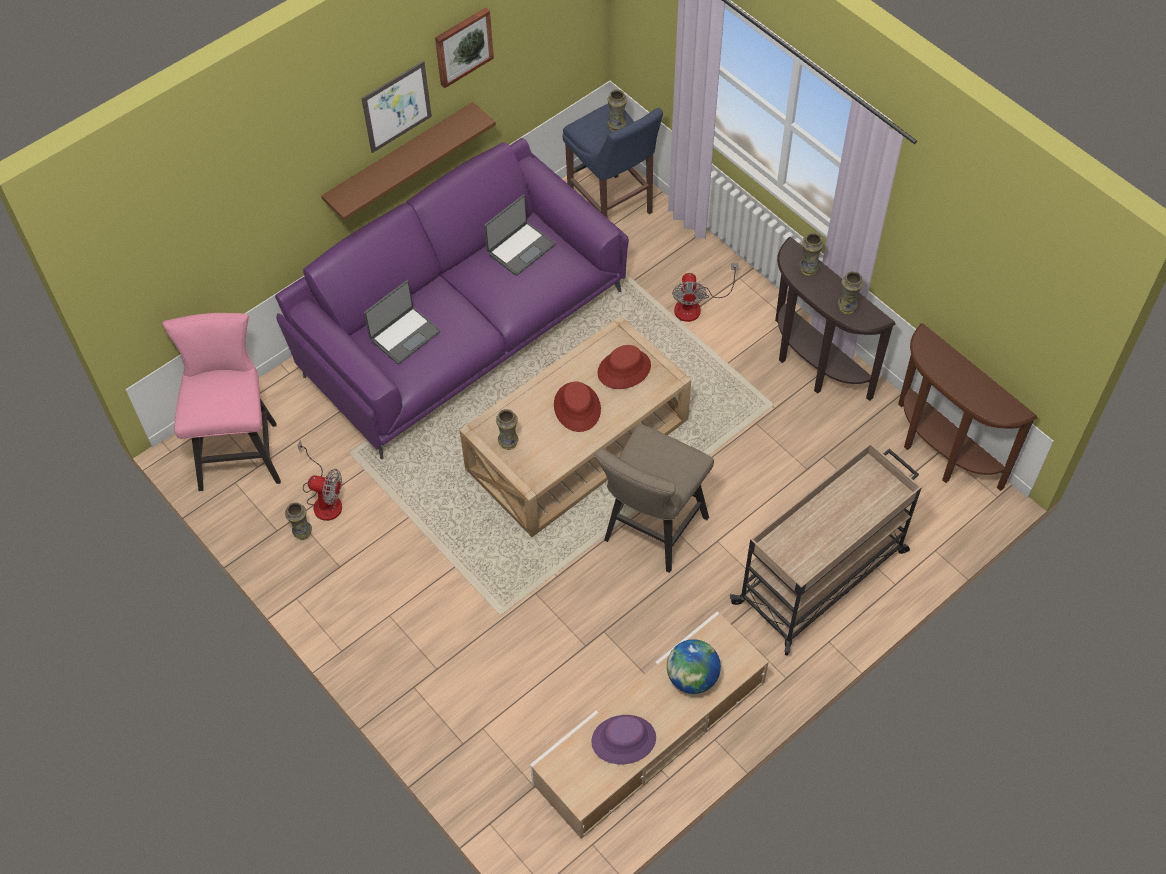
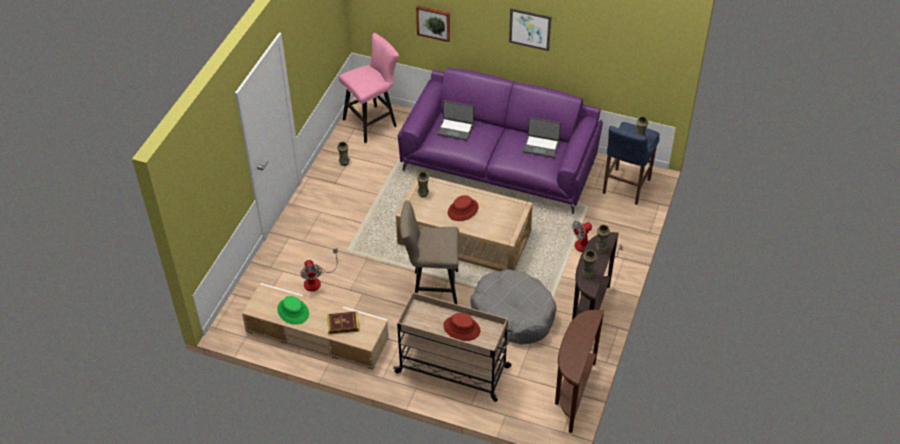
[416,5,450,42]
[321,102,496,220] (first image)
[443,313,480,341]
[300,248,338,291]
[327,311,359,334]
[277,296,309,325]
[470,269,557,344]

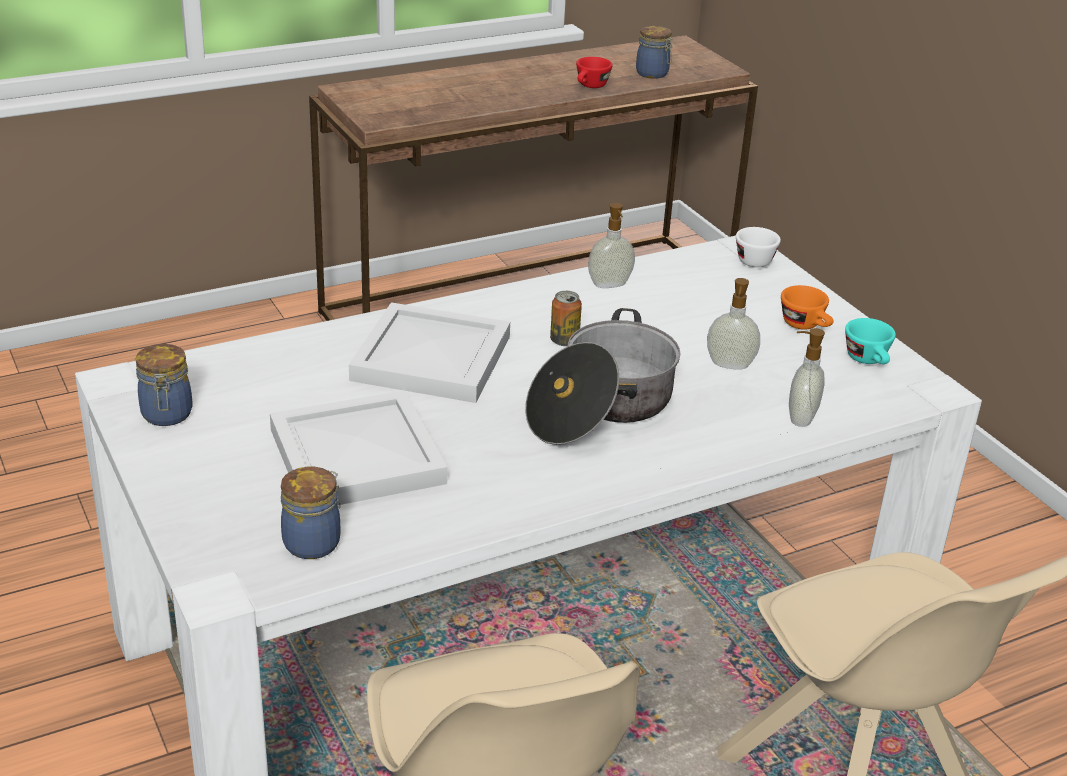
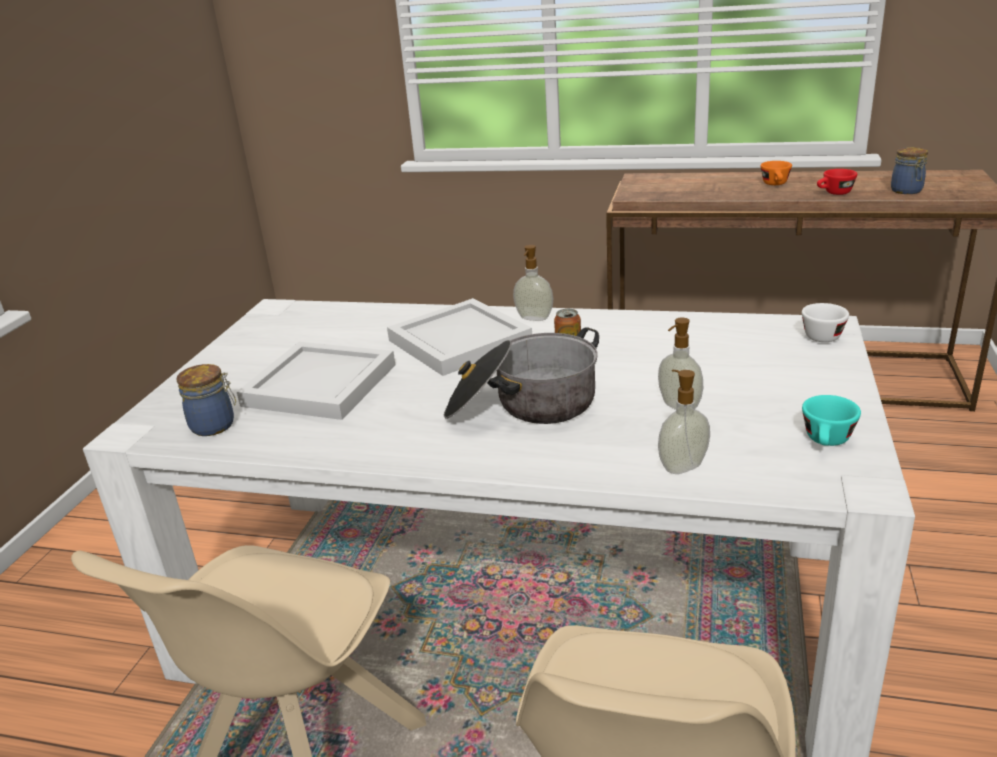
[513,245,553,321]
[761,161,792,185]
[136,344,193,426] (first image)

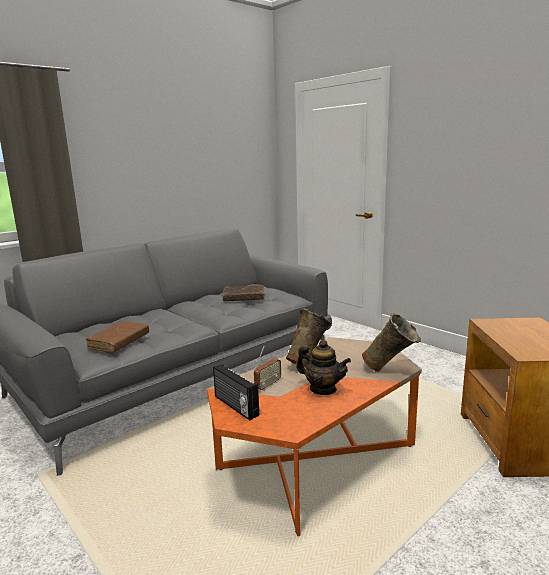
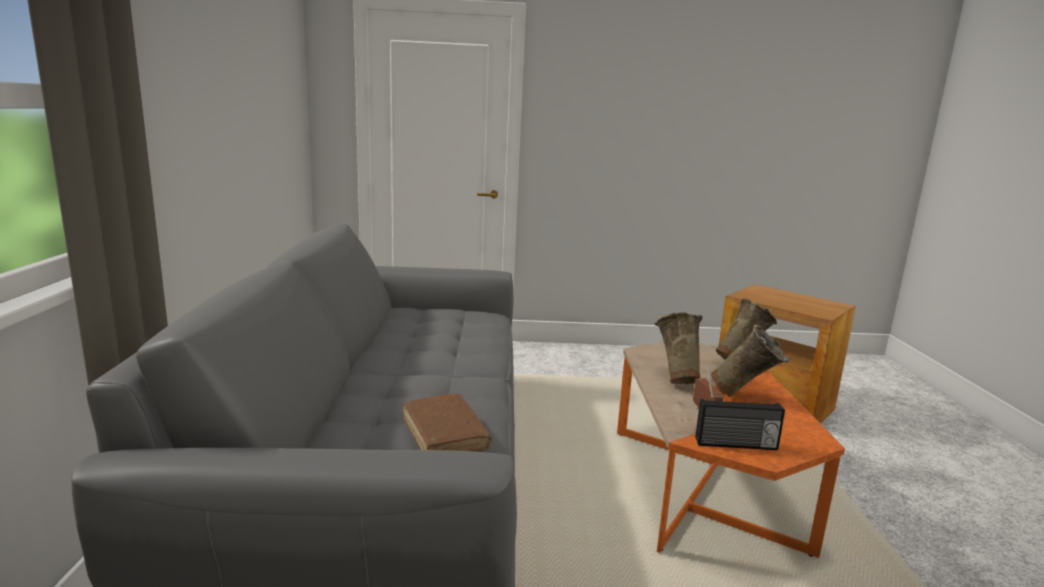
[222,285,264,301] (first image)
[711,324,789,397]

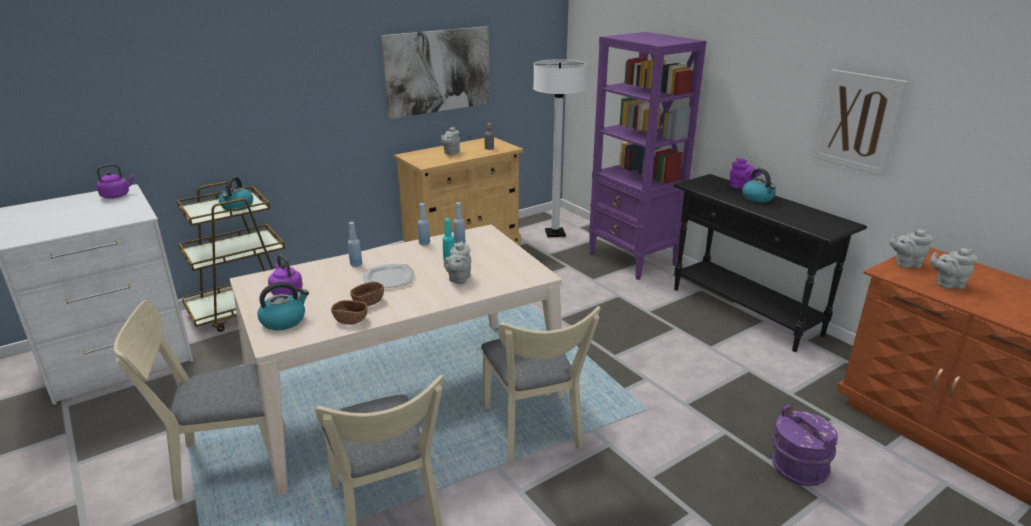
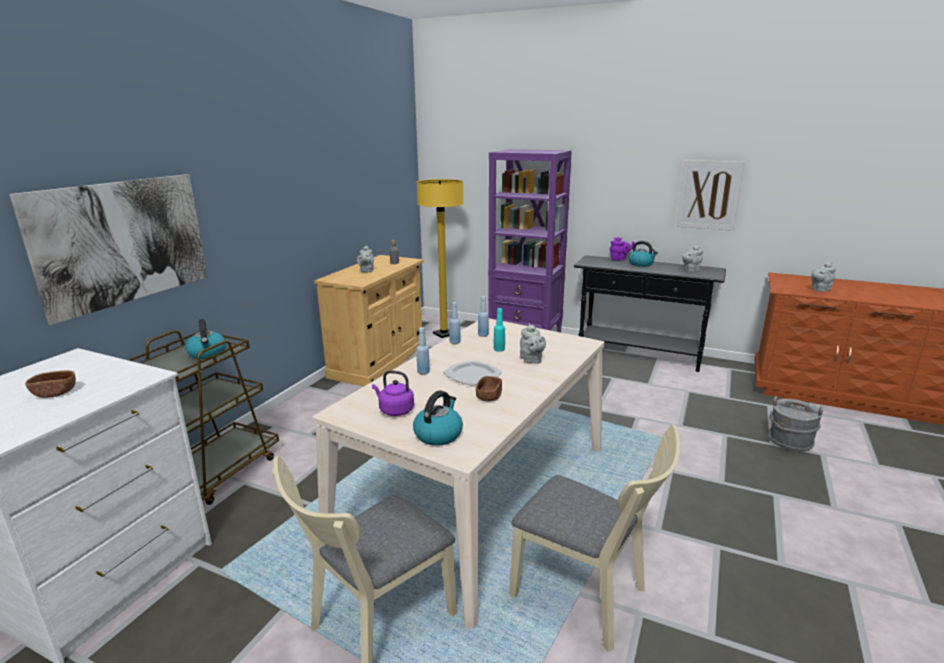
[9,174,208,325]
[417,179,464,338]
[96,164,135,199] (first image)
[682,246,703,272]
[25,370,76,398]
[481,306,601,465] (first image)
[768,396,824,452]

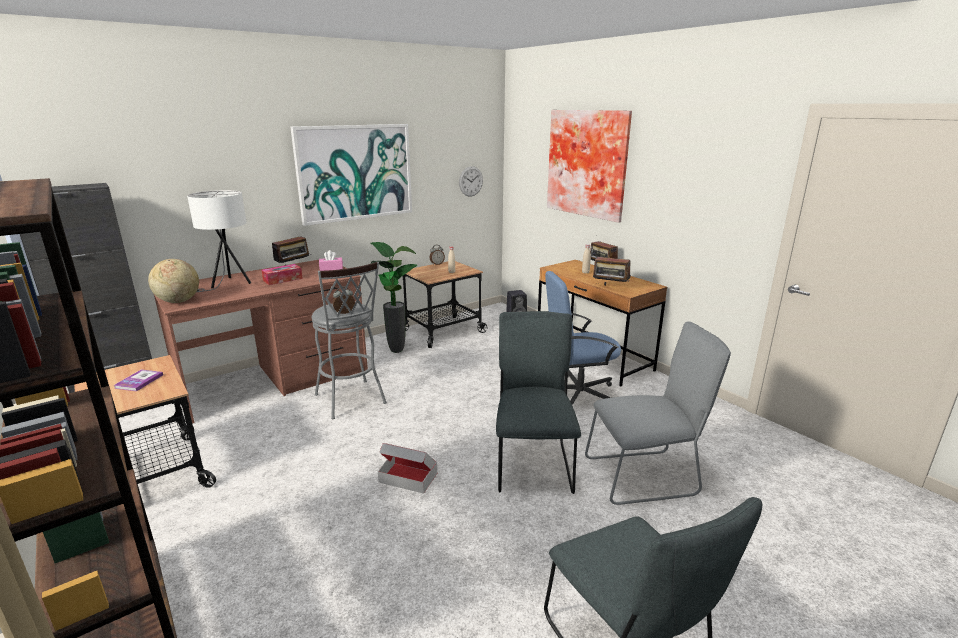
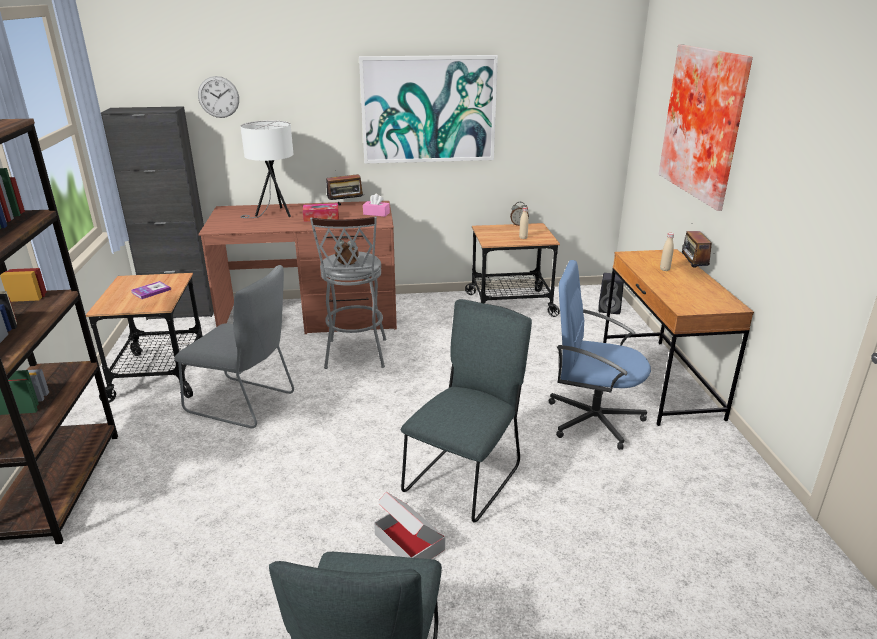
[198,76,239,118]
[370,242,417,353] (first image)
[593,257,631,286] (first image)
[148,259,199,303] (first image)
[174,265,294,428]
[374,492,445,559]

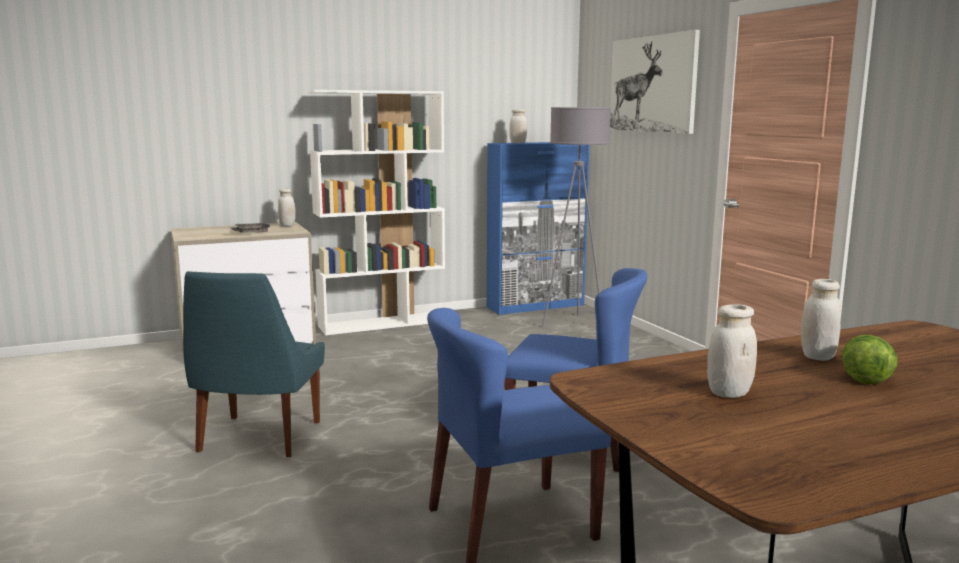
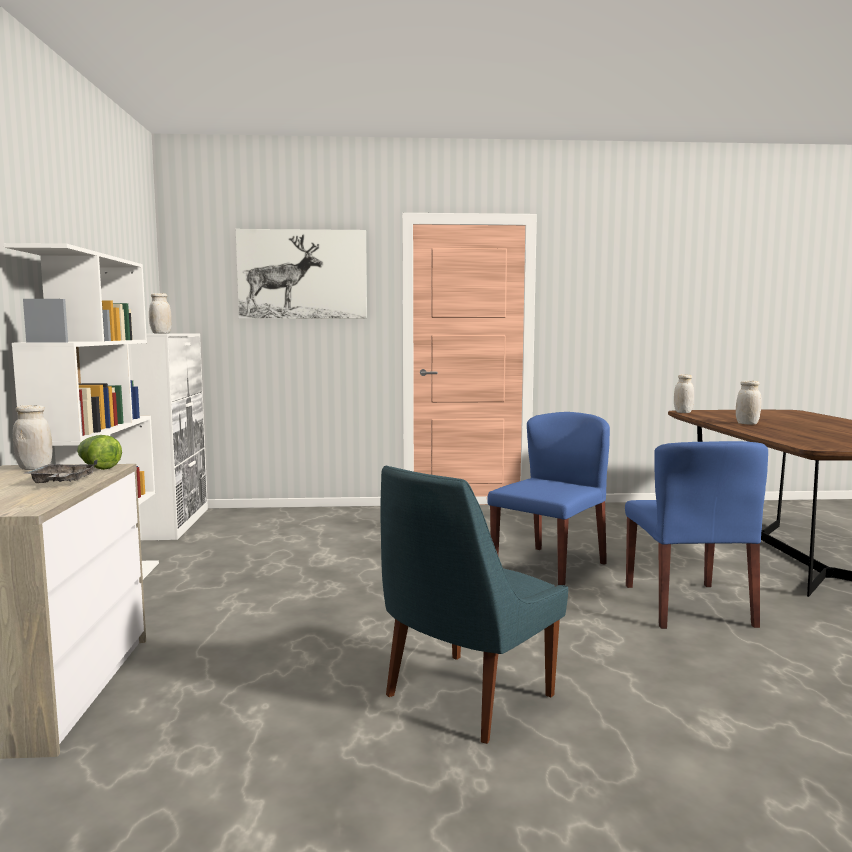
[542,107,611,327] (first image)
[128,334,208,540]
[380,465,568,744]
[674,375,694,413]
[77,435,122,470]

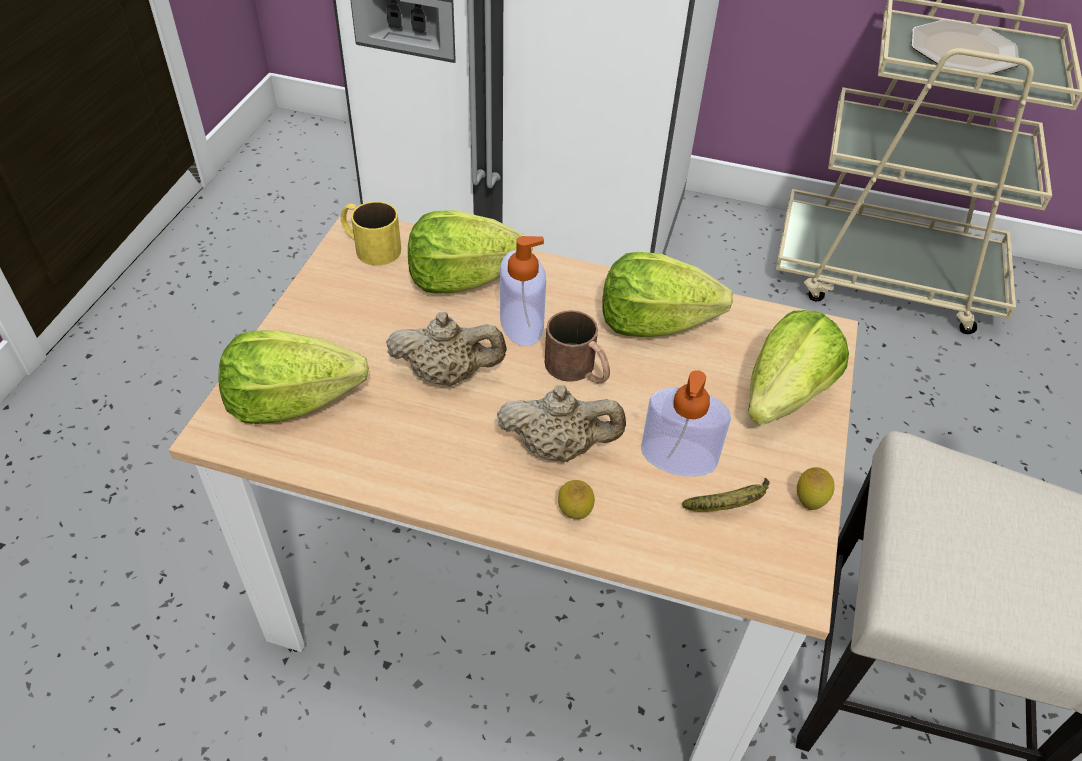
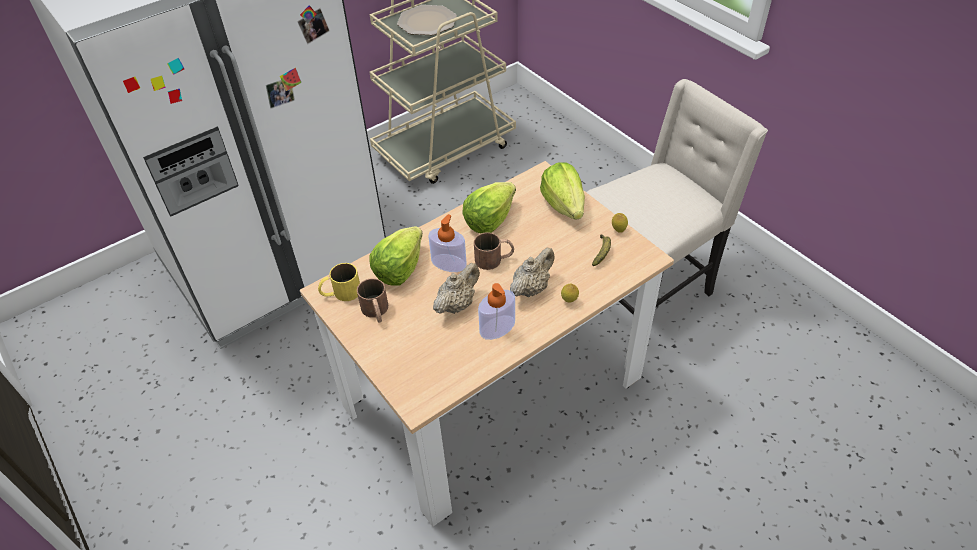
[218,330,369,424] (first image)
[478,283,515,340]
[357,278,388,323]

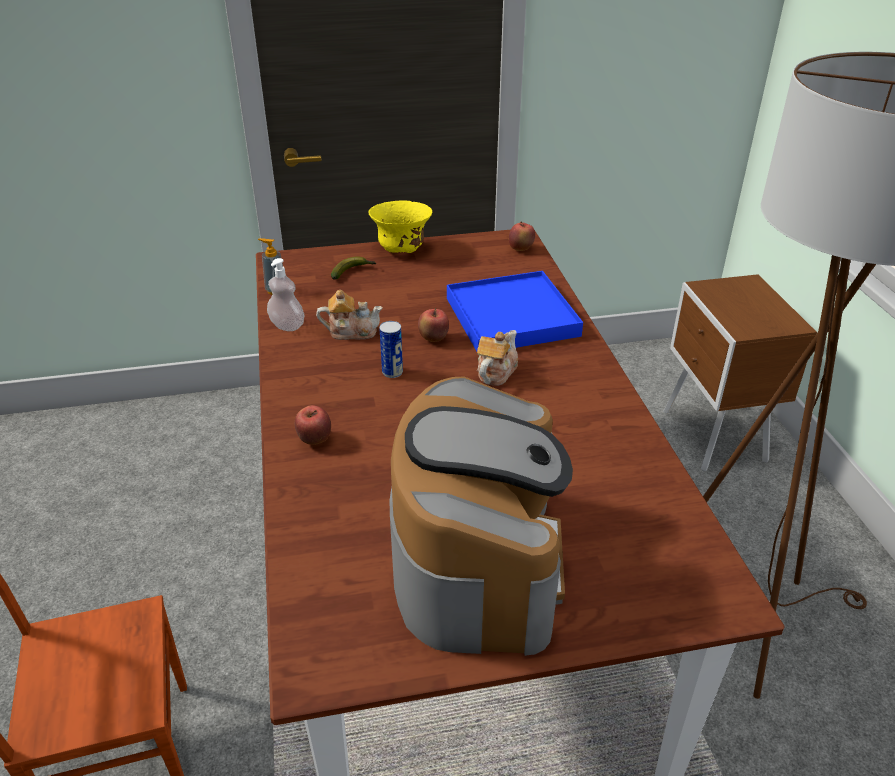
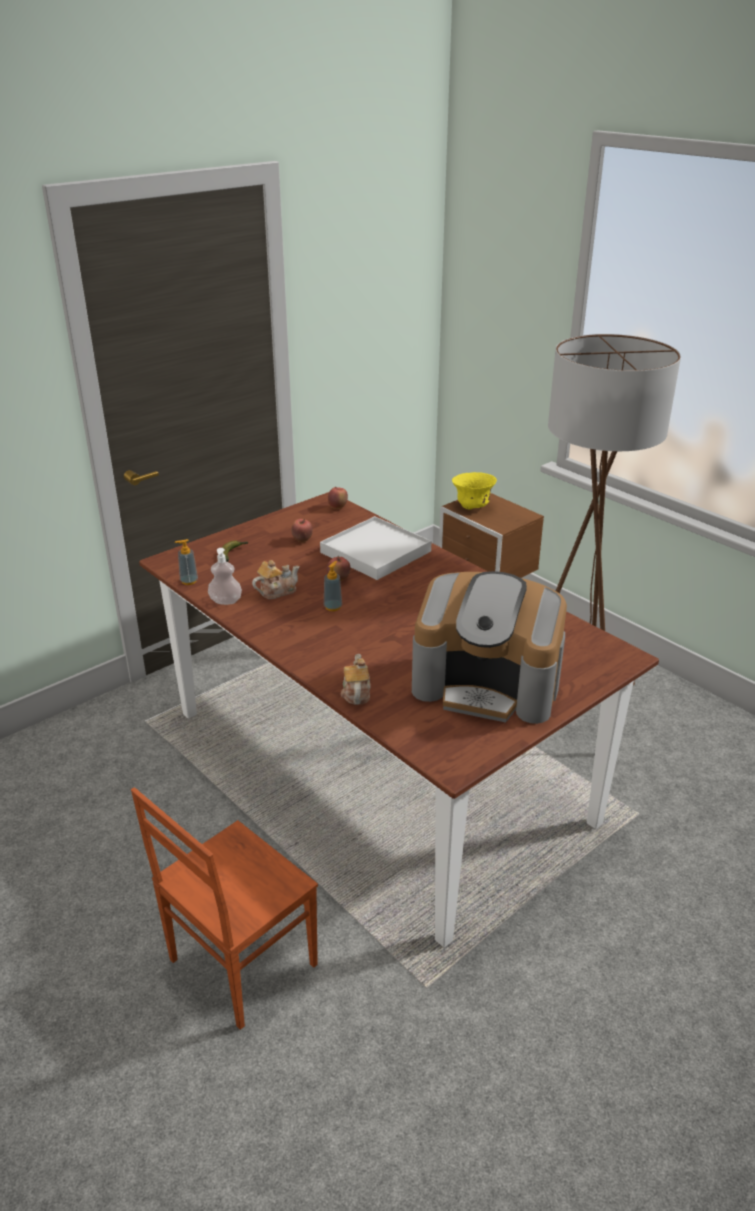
[452,472,497,510]
[320,516,431,580]
[324,561,342,611]
[341,654,371,705]
[412,571,567,724]
[291,519,313,542]

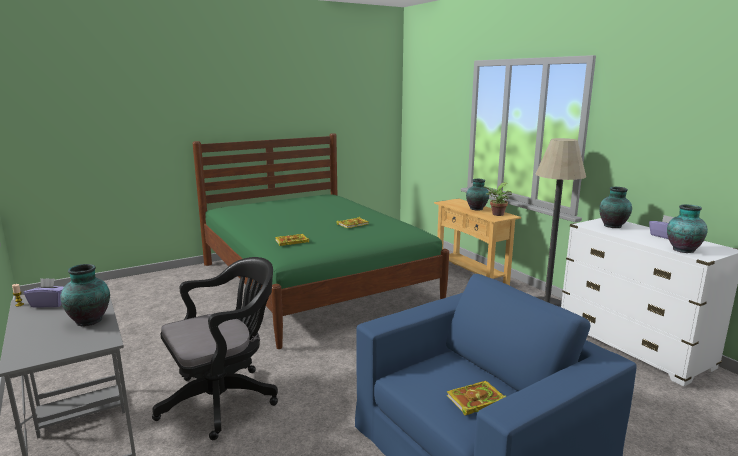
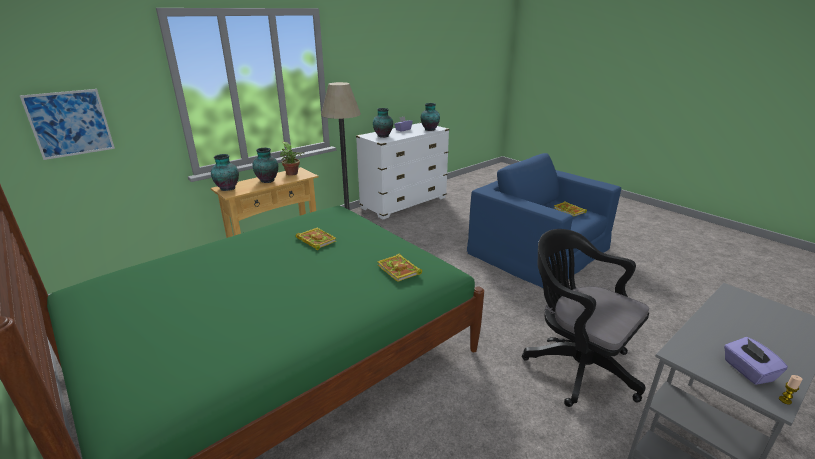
[211,154,239,191]
[20,89,115,160]

